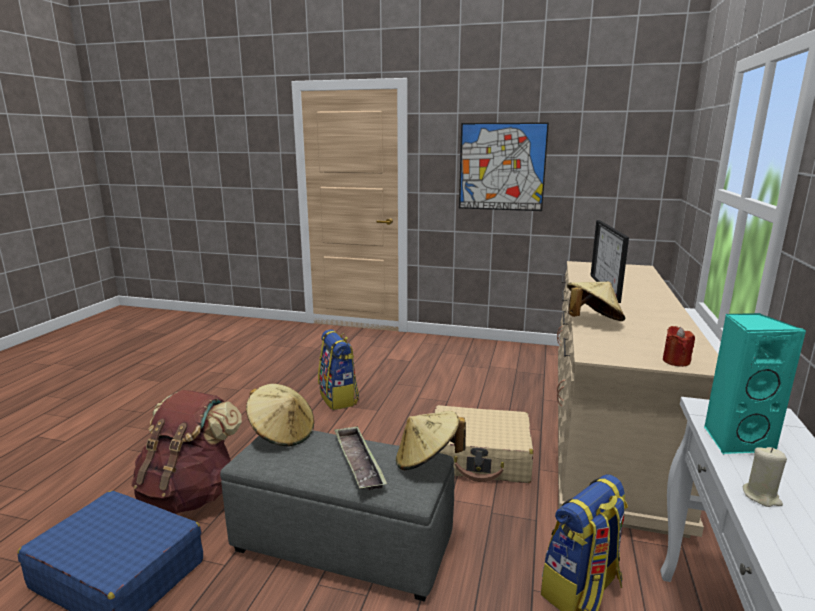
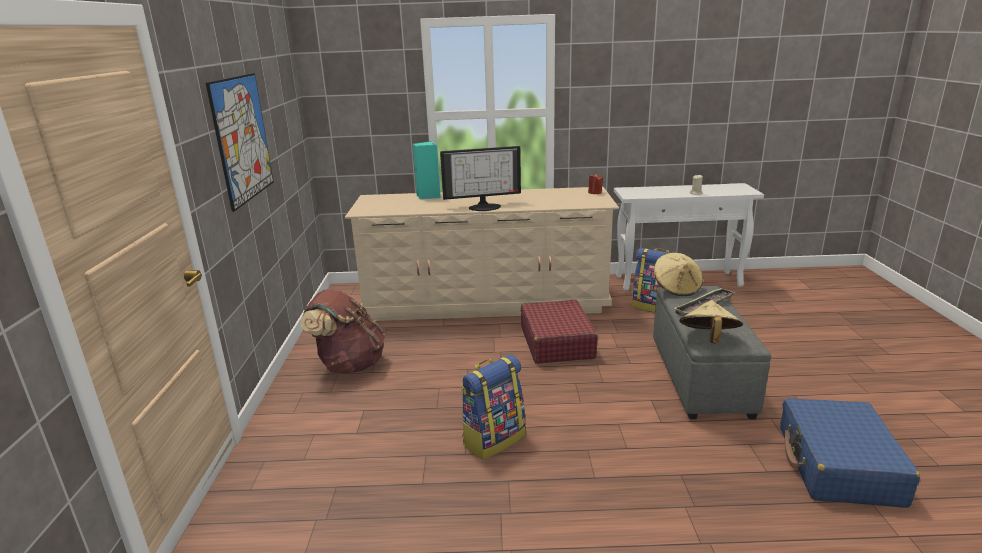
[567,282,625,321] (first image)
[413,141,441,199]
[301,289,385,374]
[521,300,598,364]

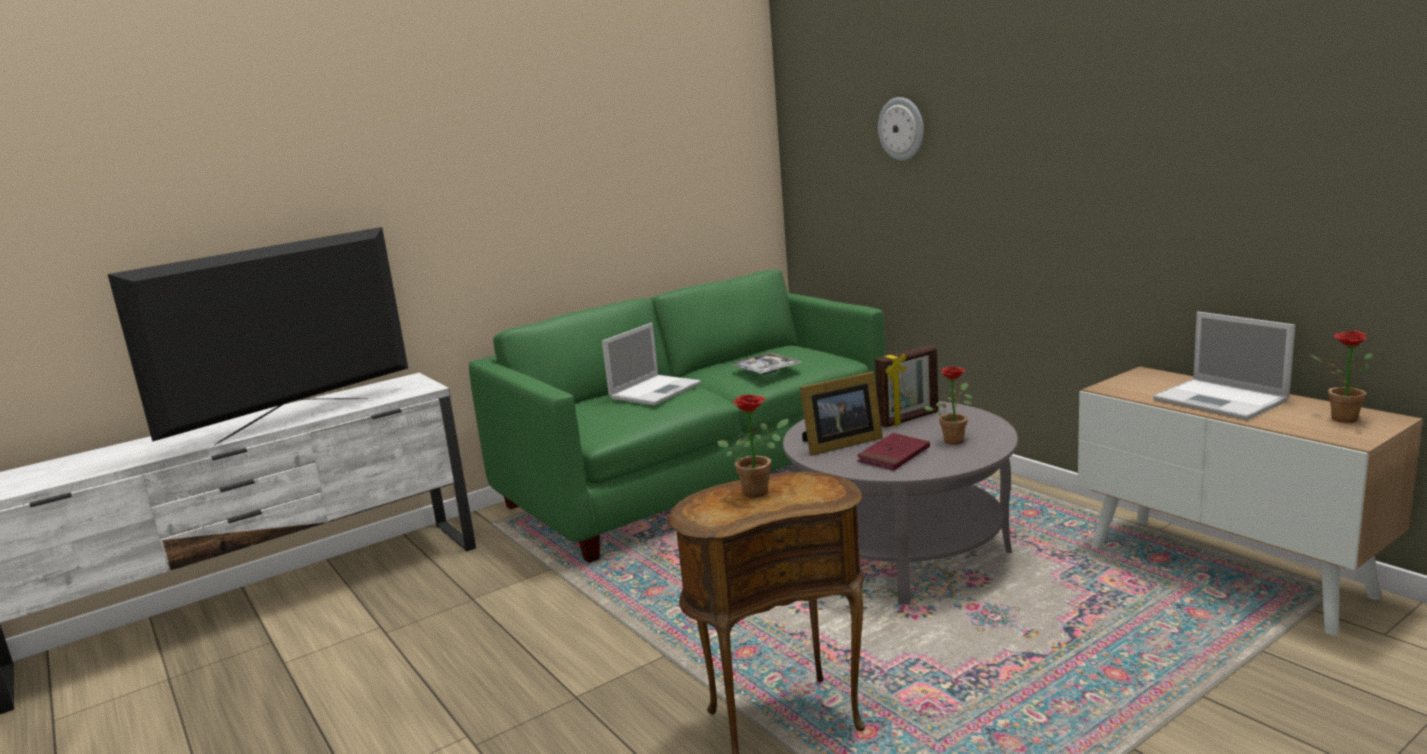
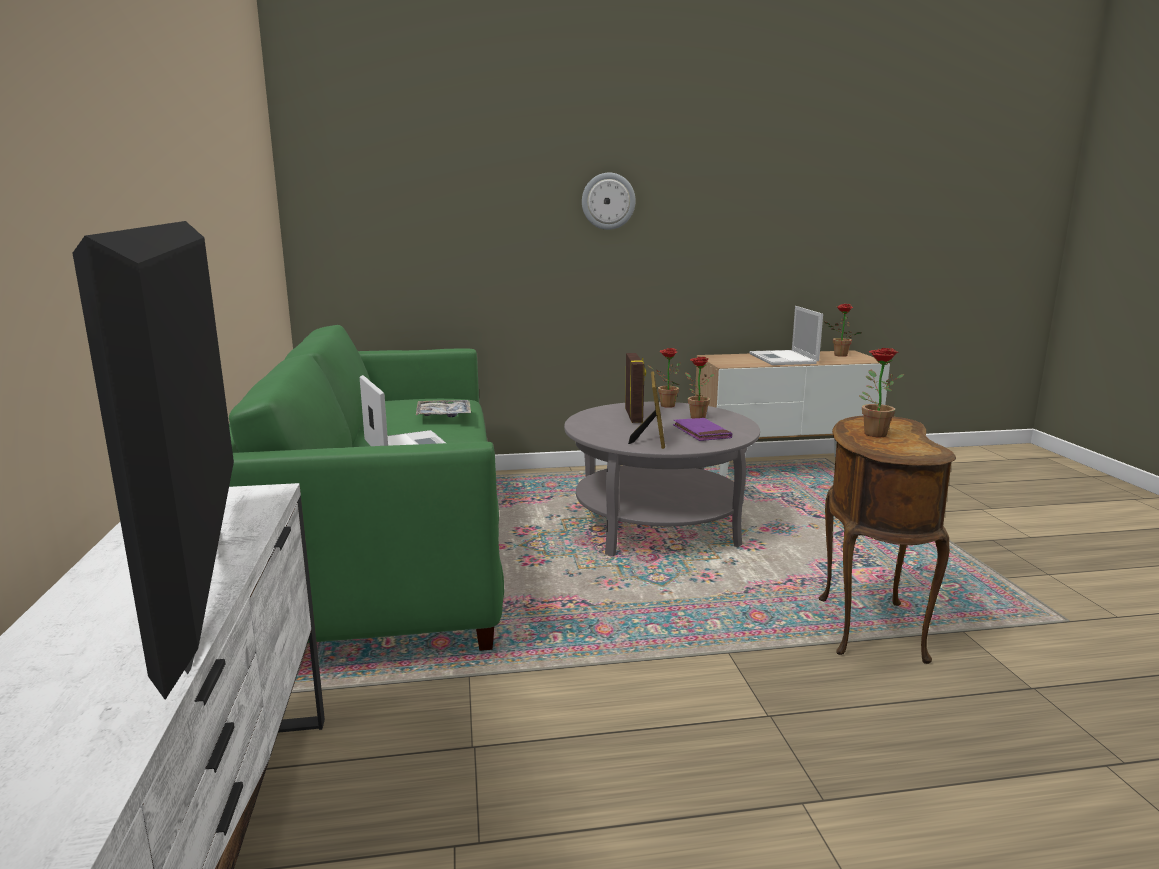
[582,173,636,230]
[749,306,823,365]
[673,418,732,441]
[647,348,681,408]

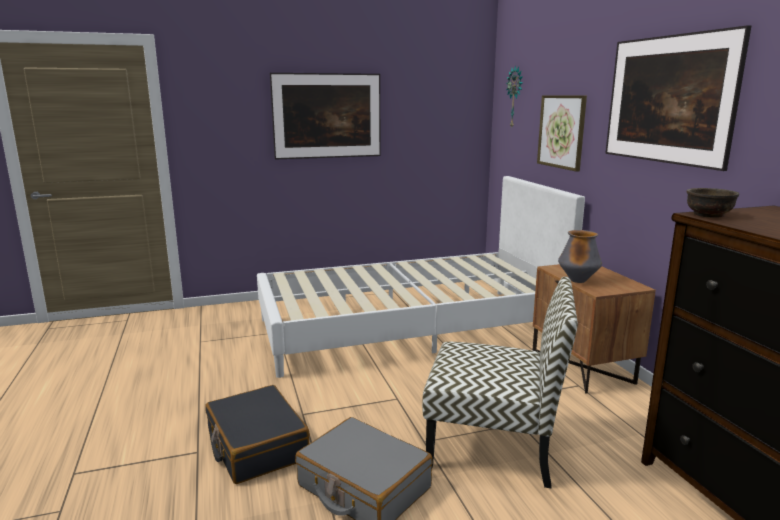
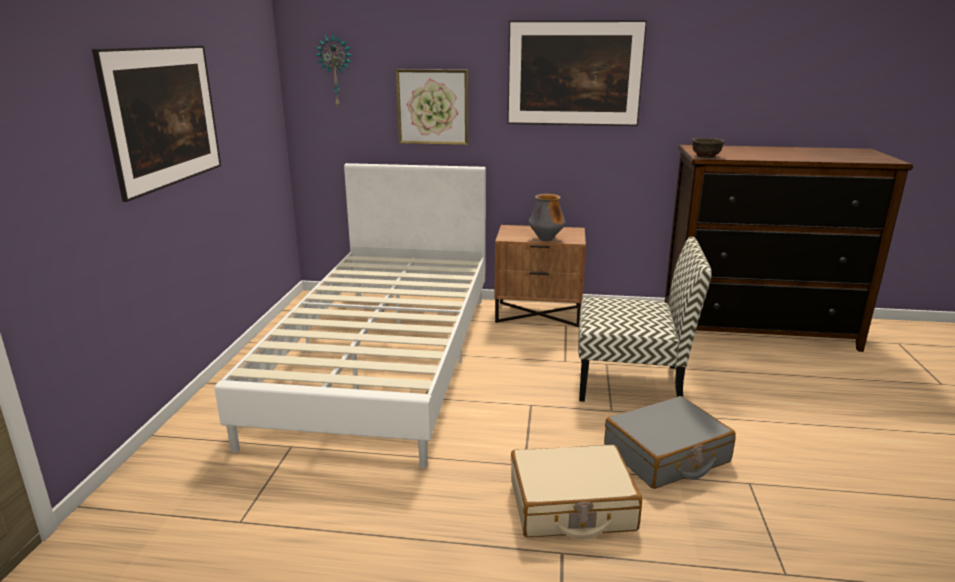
[578,237,712,402]
[511,444,642,539]

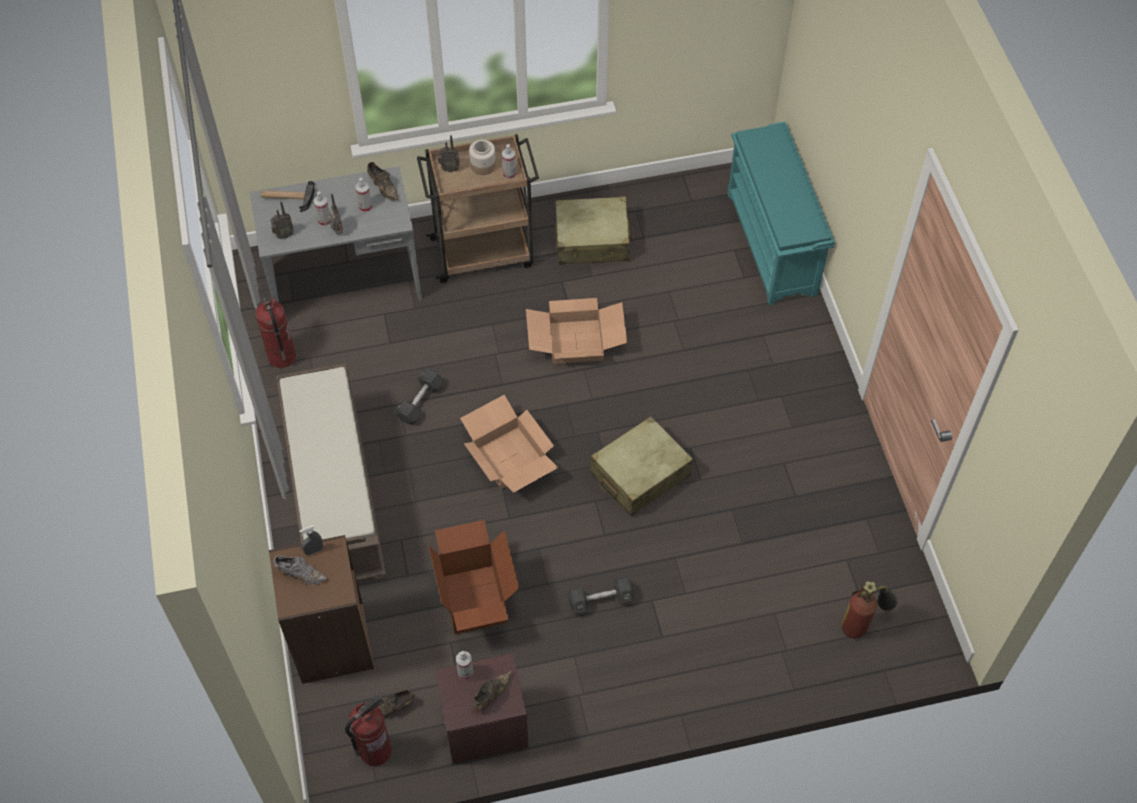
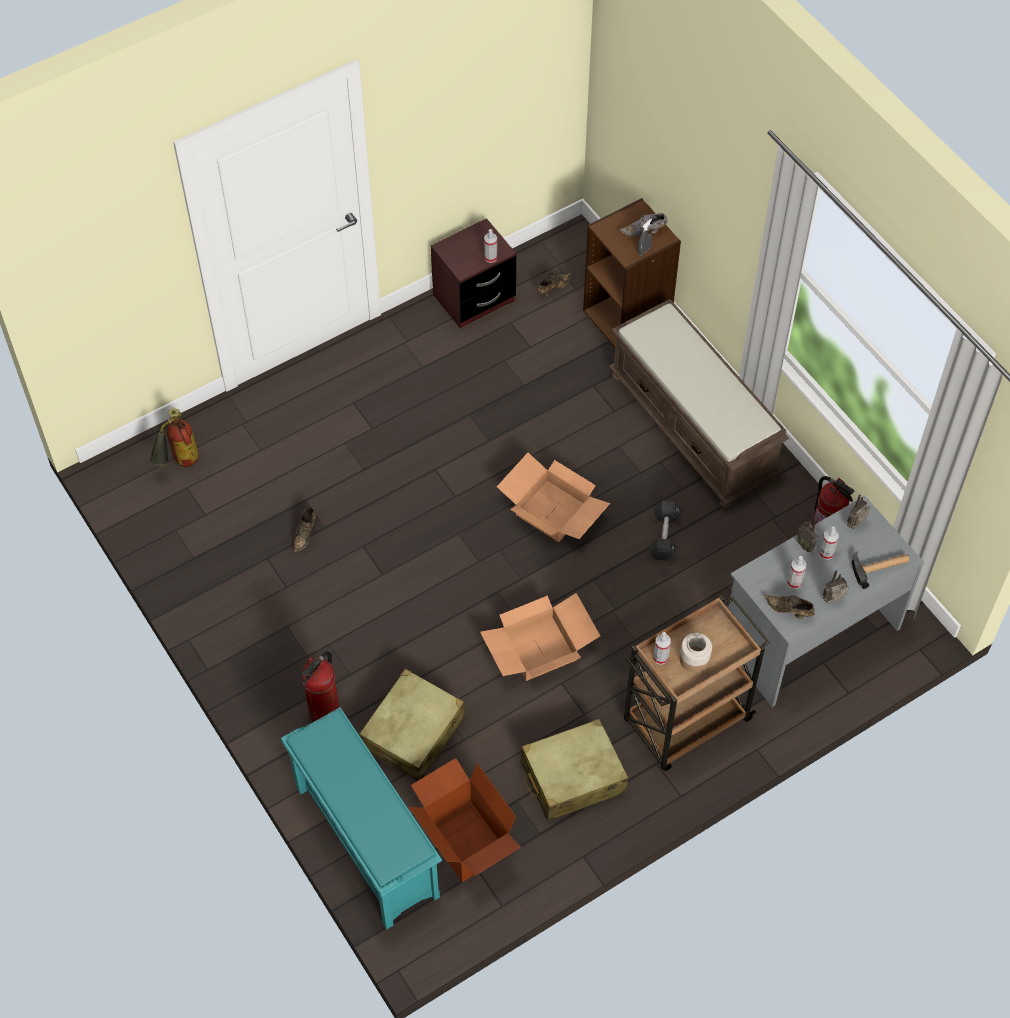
[822,570,849,604]
[359,669,465,780]
[409,758,521,882]
[568,577,634,614] (first image)
[293,507,315,553]
[302,651,339,722]

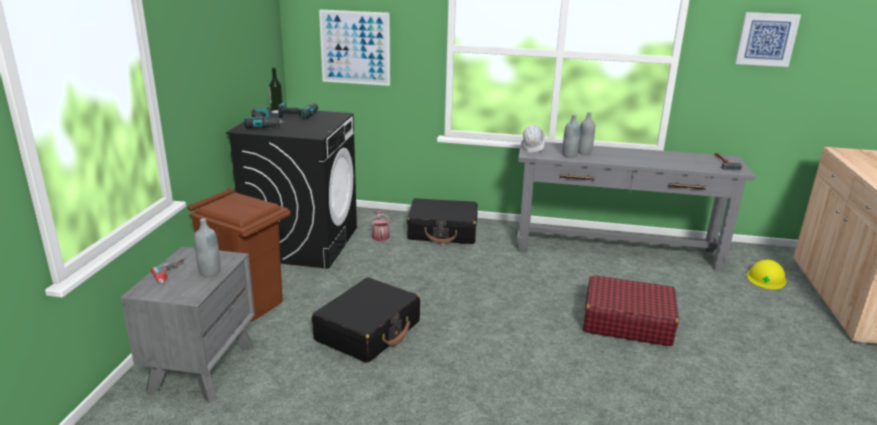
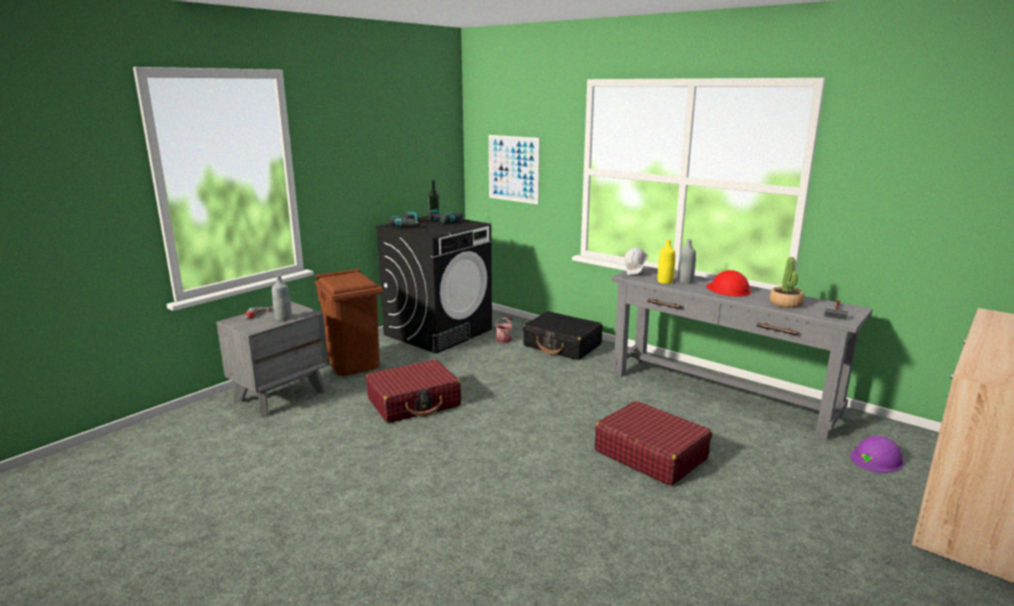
[735,12,801,67] (first image)
[658,239,675,284]
[850,436,904,473]
[366,359,461,423]
[769,257,805,308]
[706,270,751,297]

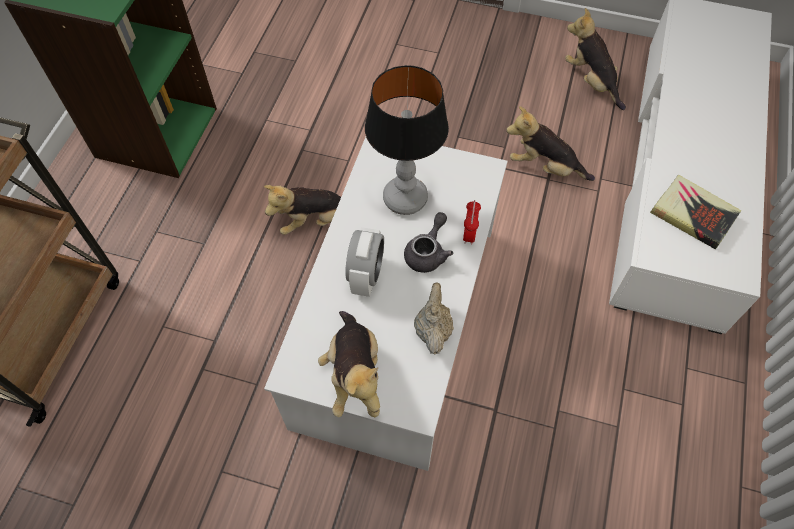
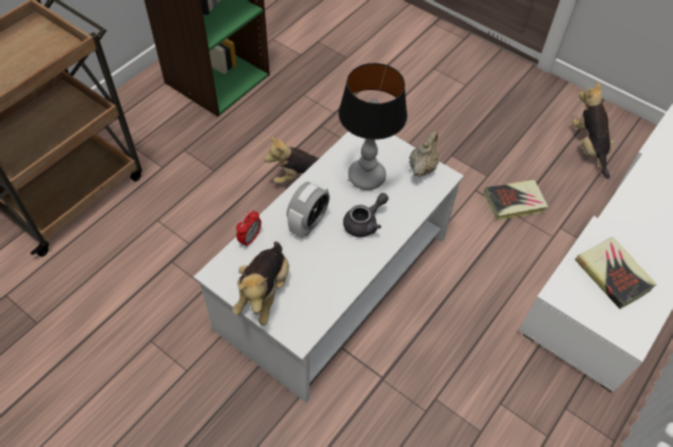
[484,179,549,220]
[236,210,261,247]
[409,131,439,177]

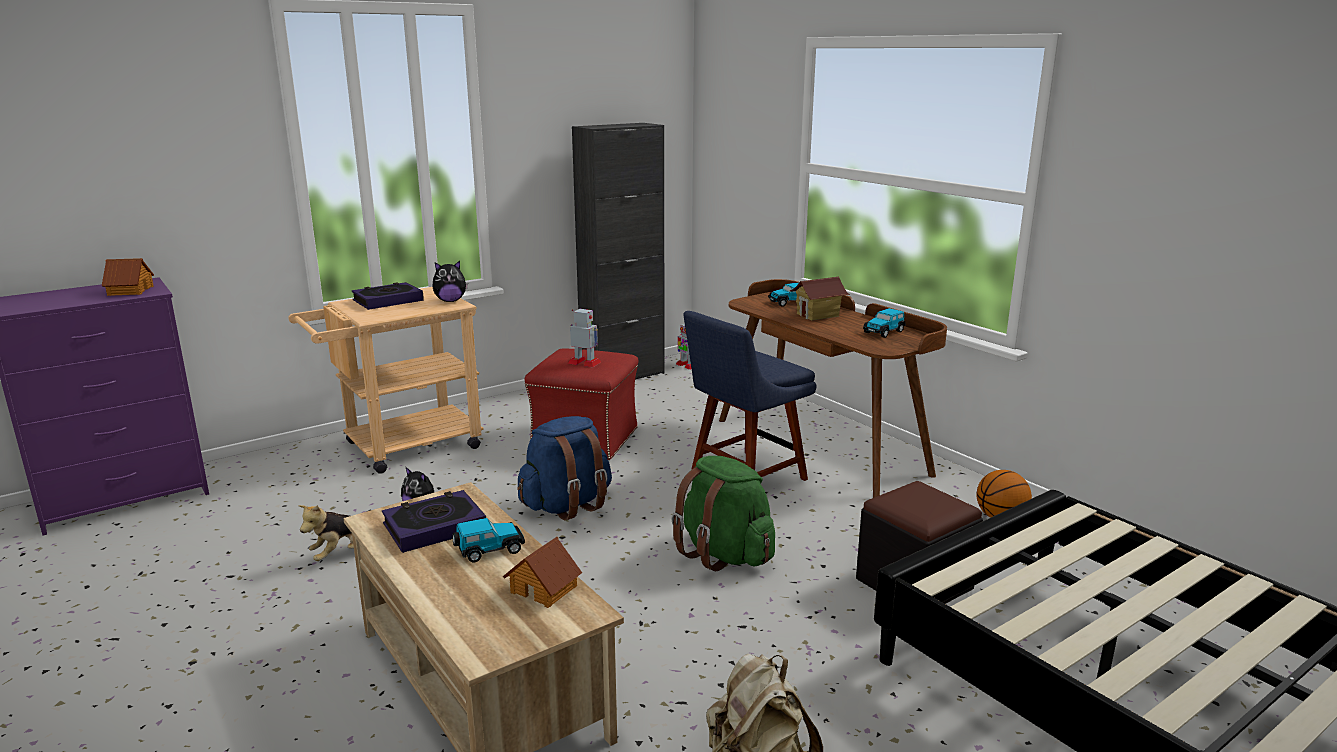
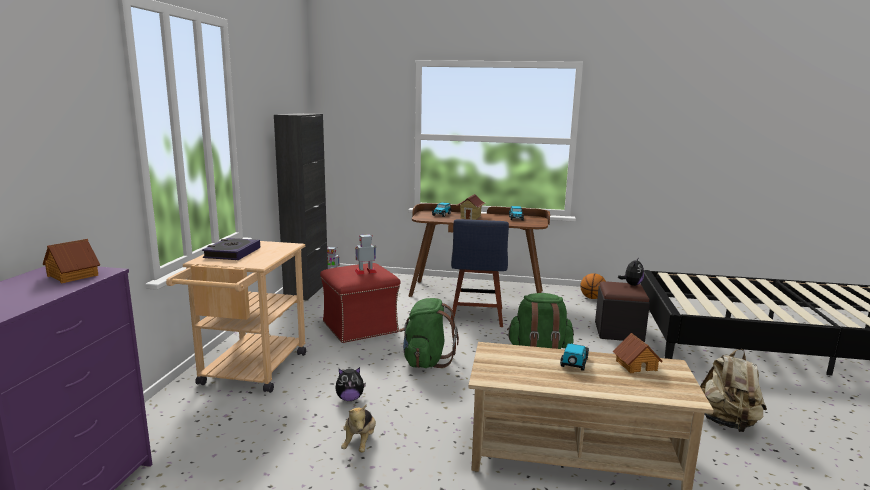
[618,257,644,286]
[399,298,459,368]
[382,490,486,553] (first image)

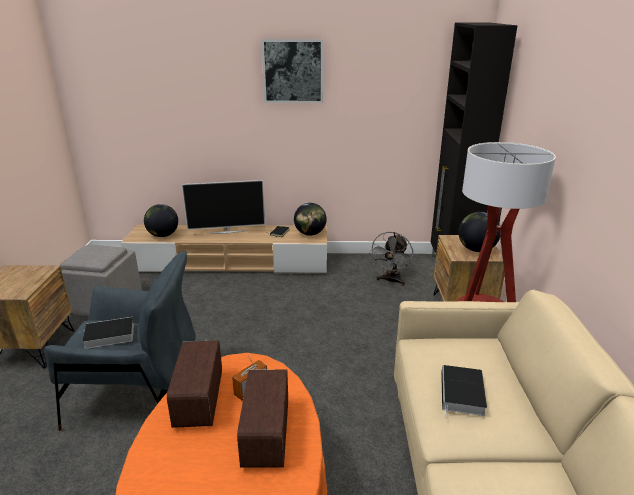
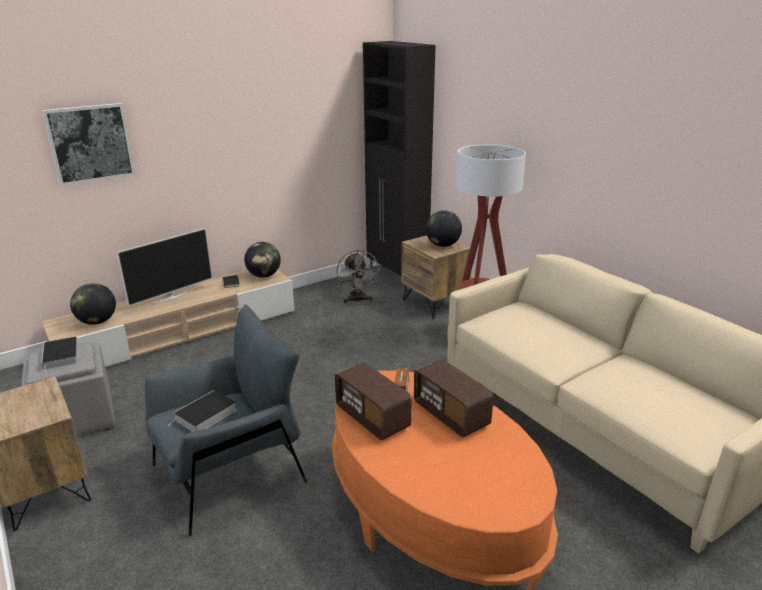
[42,103,135,186]
[41,337,78,374]

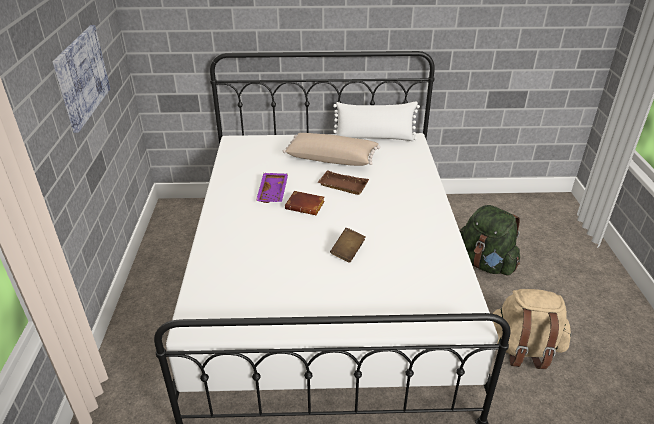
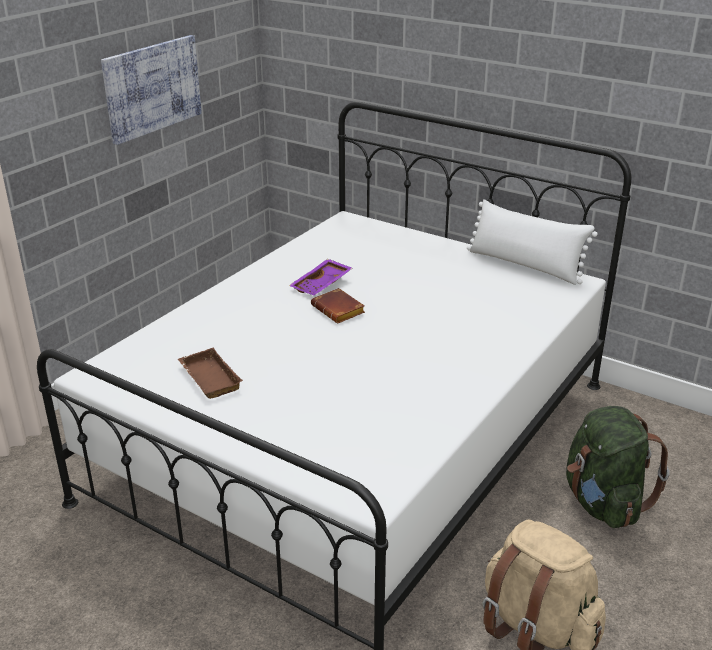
[283,133,380,166] (first image)
[177,348,243,399]
[330,228,365,263] (first image)

